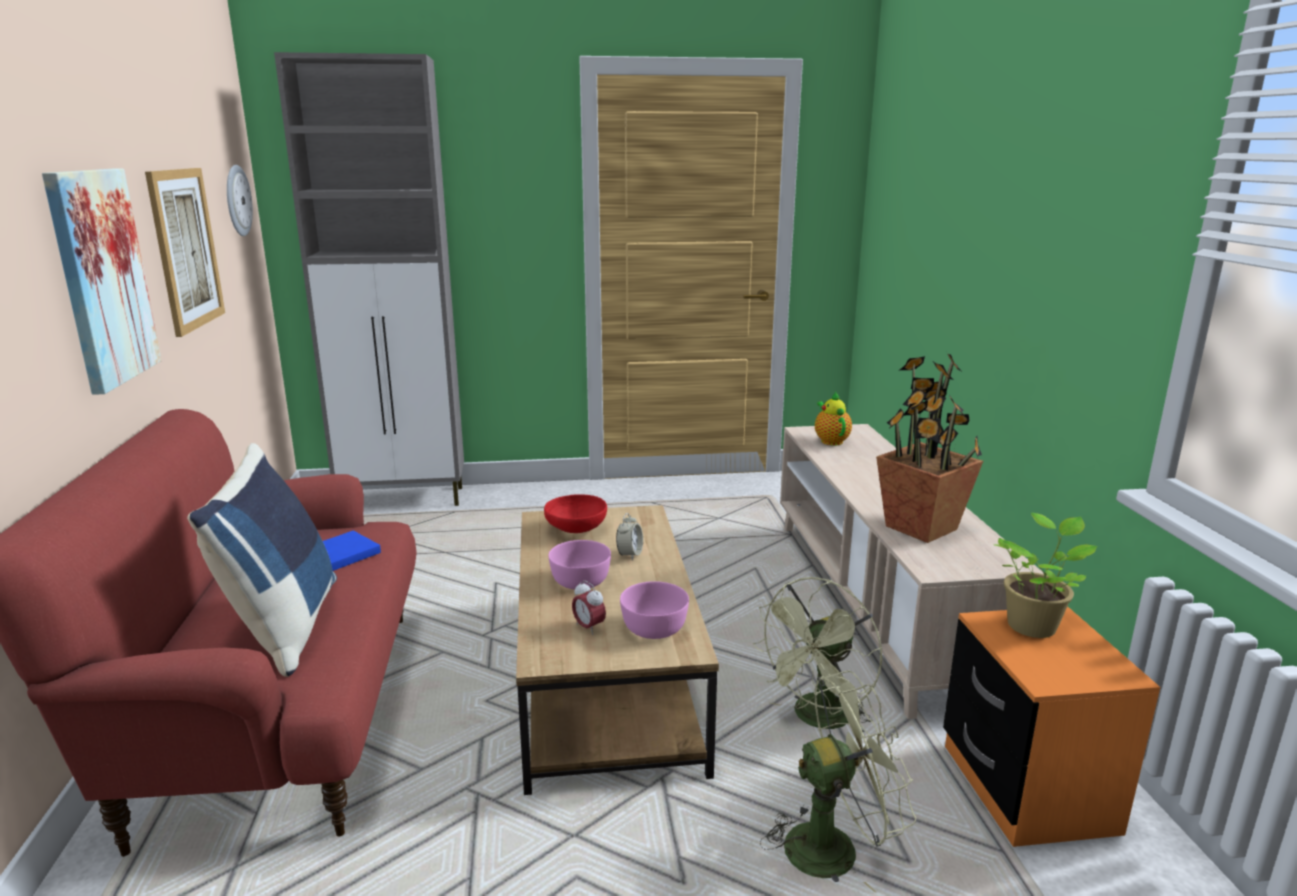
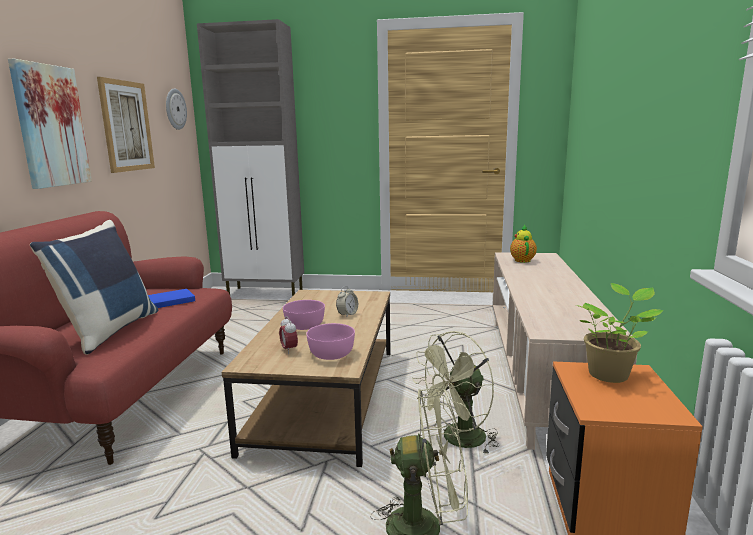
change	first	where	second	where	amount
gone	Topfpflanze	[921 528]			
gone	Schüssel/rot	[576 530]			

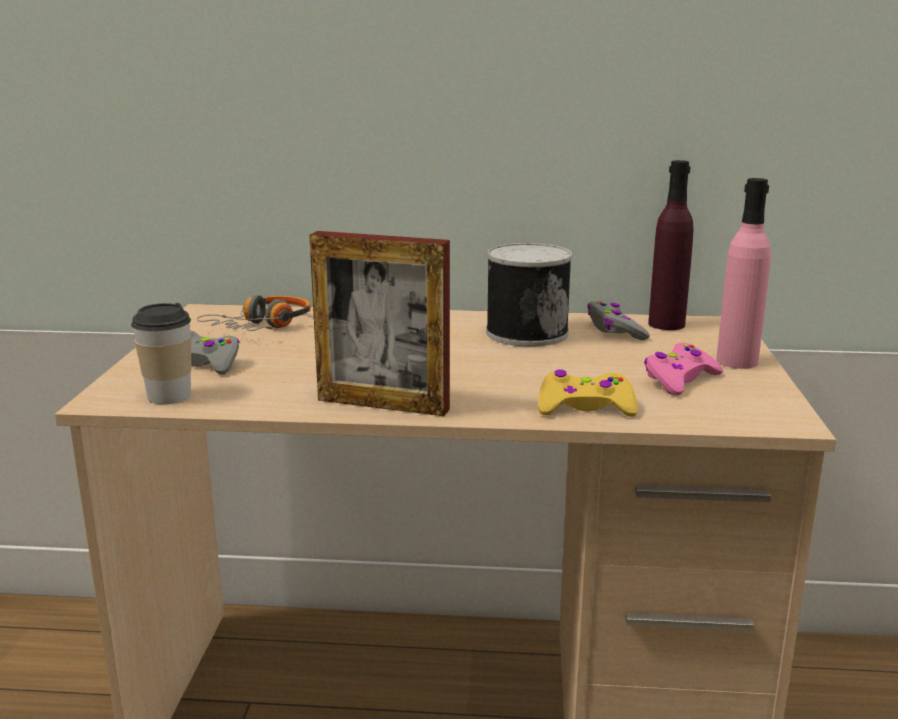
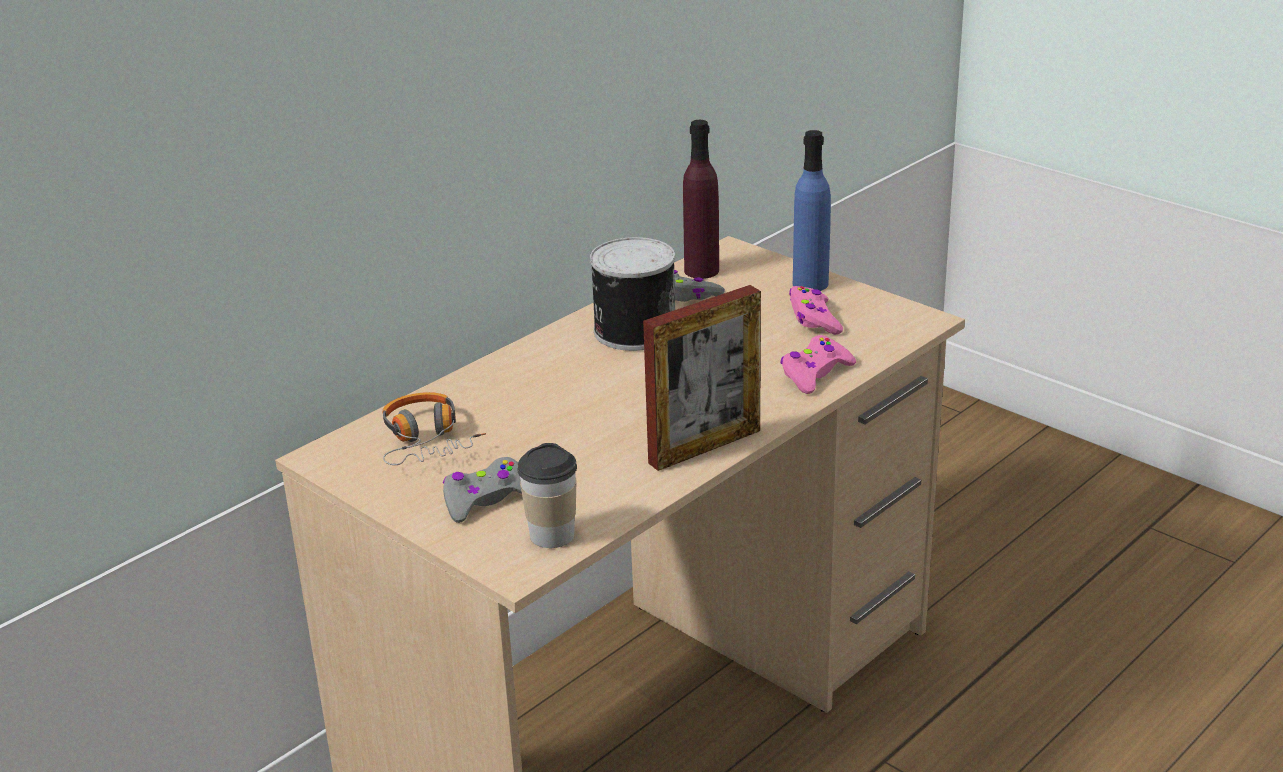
change	first	where	second	where	amount
repainted	Flasche/rosa	[737 361]	Flasche/blau	[810 284]	
repainted	Gamepad/gelb	[585 407]	Gamepad/rosa	[815 373]	

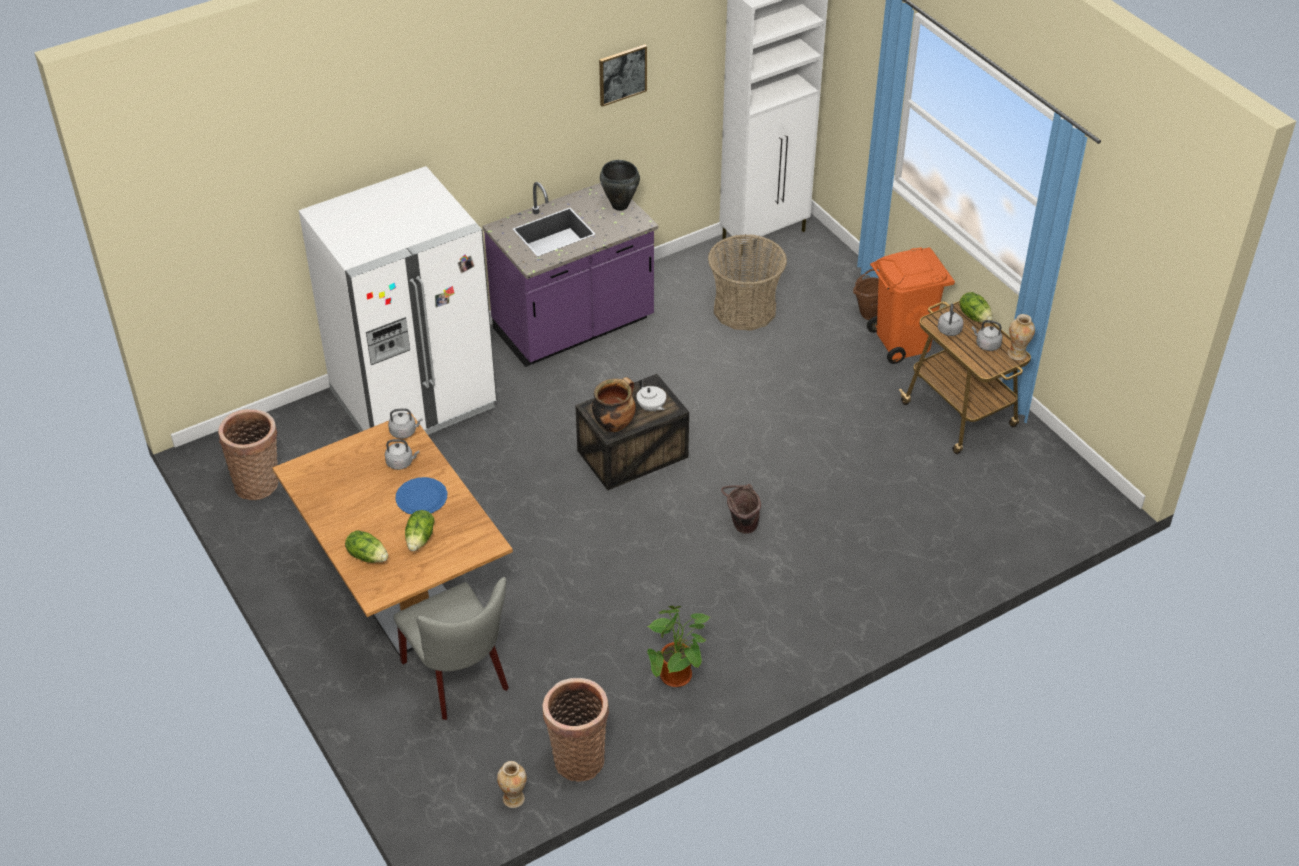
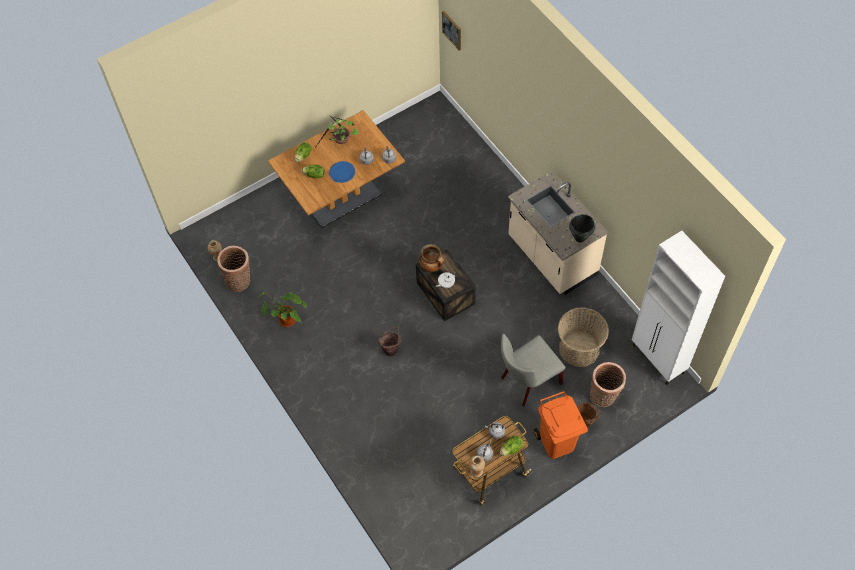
change	first	where	second	where	amount
shifted	Bild	[622 74]		[452 30]	
gone	Kühlschrank/weiß	[413 400]			
repainted	Küchenzeile/lila	[574 327]	Küchenzeile/beige	[551 257]	
shifted	Korb	[259 483]		[604 396]	
shifted	Stuhl/grau	[460 679]		[527 382]	
new			Topfpflanze	[340 141]	

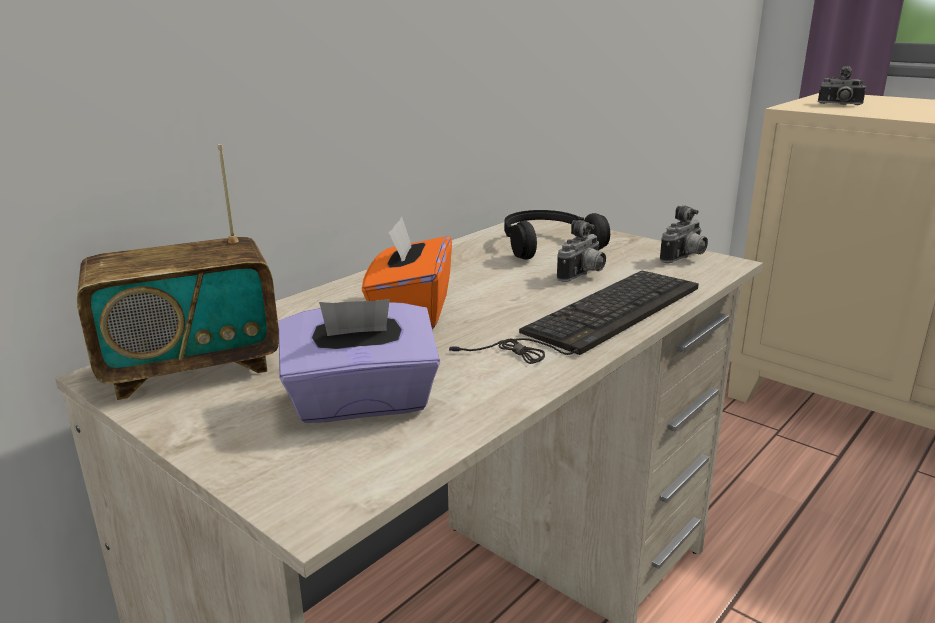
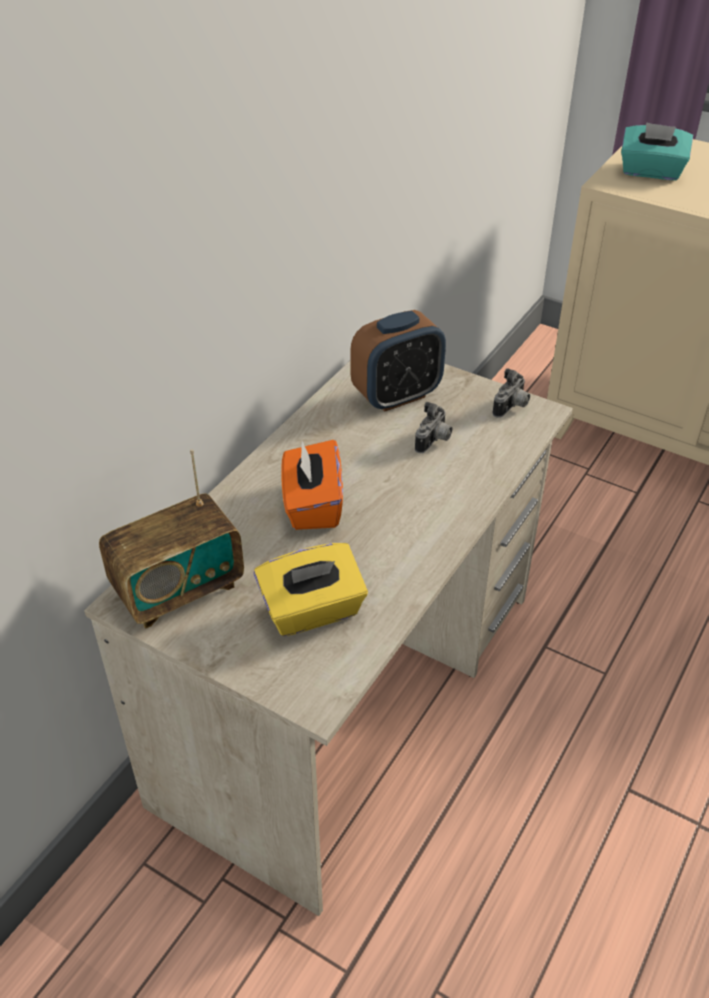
change	first	where	second	where	amount
swapped	Kamera	[839 104]	Taschentuchbox/türkis	[651 172]	
swapped	Kopfhörer/schwarz	[546 245]	Wecker	[397 396]	
gone	Tastatur	[594 317]			
repainted	Taschentuchbox/lila	[362 402]	Taschentuchbox/gelb	[312 611]	

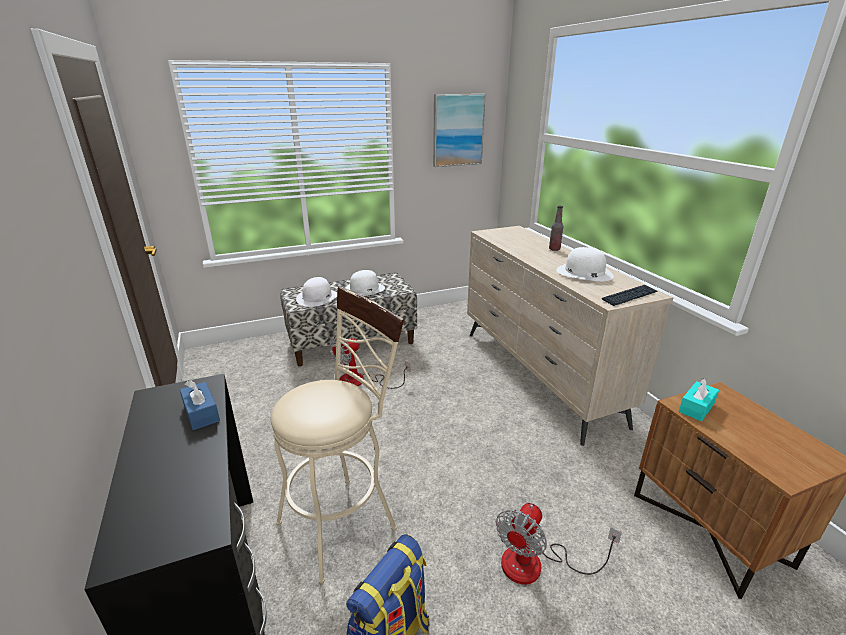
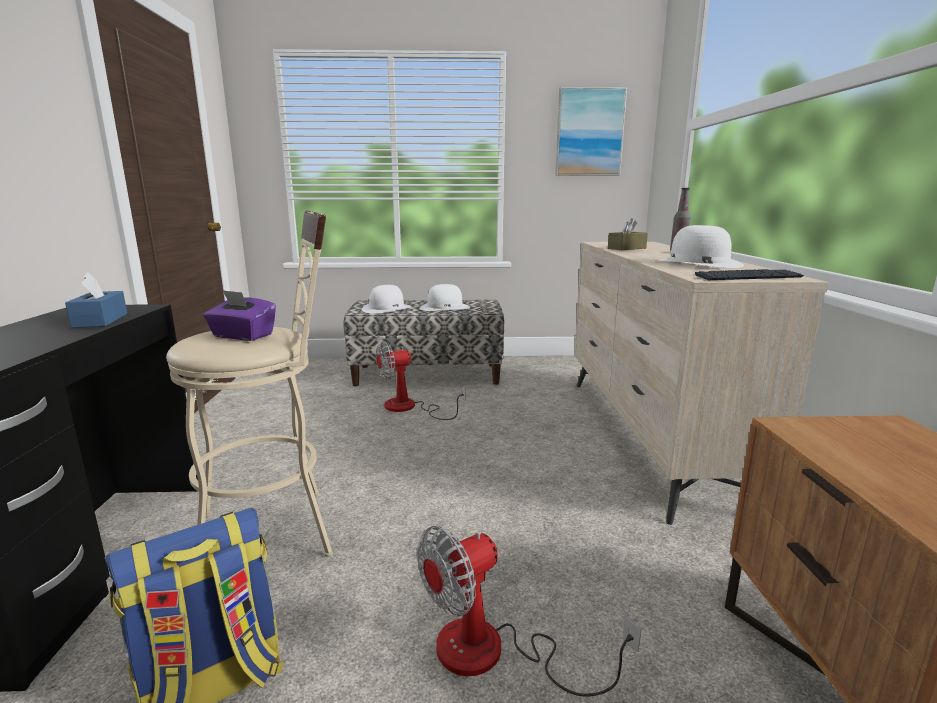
change	first	where	second	where	amount
gone	Taschentuchbox/türkis	[696 407]			
new			Taschentuchbox/braun	[626 248]	
new			Taschentuchbox/lila	[242 336]	

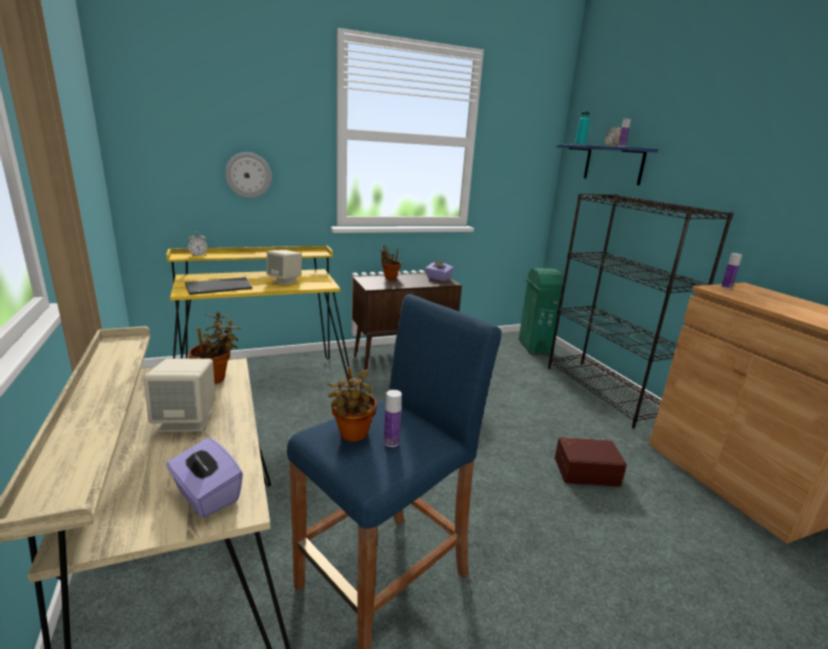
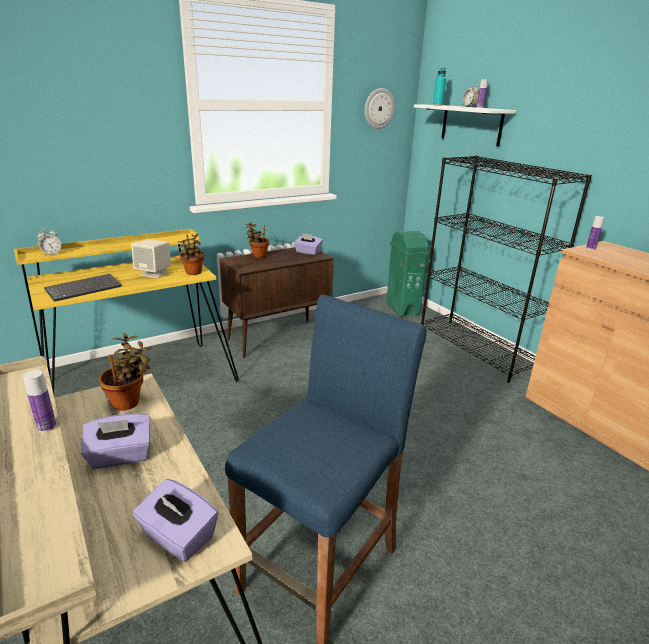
change	first	where	second	where	amount
repainted	Wandregal/blau	[613 164]	Wandregal/weiß	[471 124]	
shifted	Wanduhr	[248 175]		[379 108]	
swapped	Lautsprecher/beige	[187 421]	Taschentuchbox/lila	[120 456]	
shifted	Topfpflanze	[352 436]		[193 273]	
shifted	Flasche	[391 442]		[46 427]	
gone	Aufbewahrungsbox/braun	[586 470]			

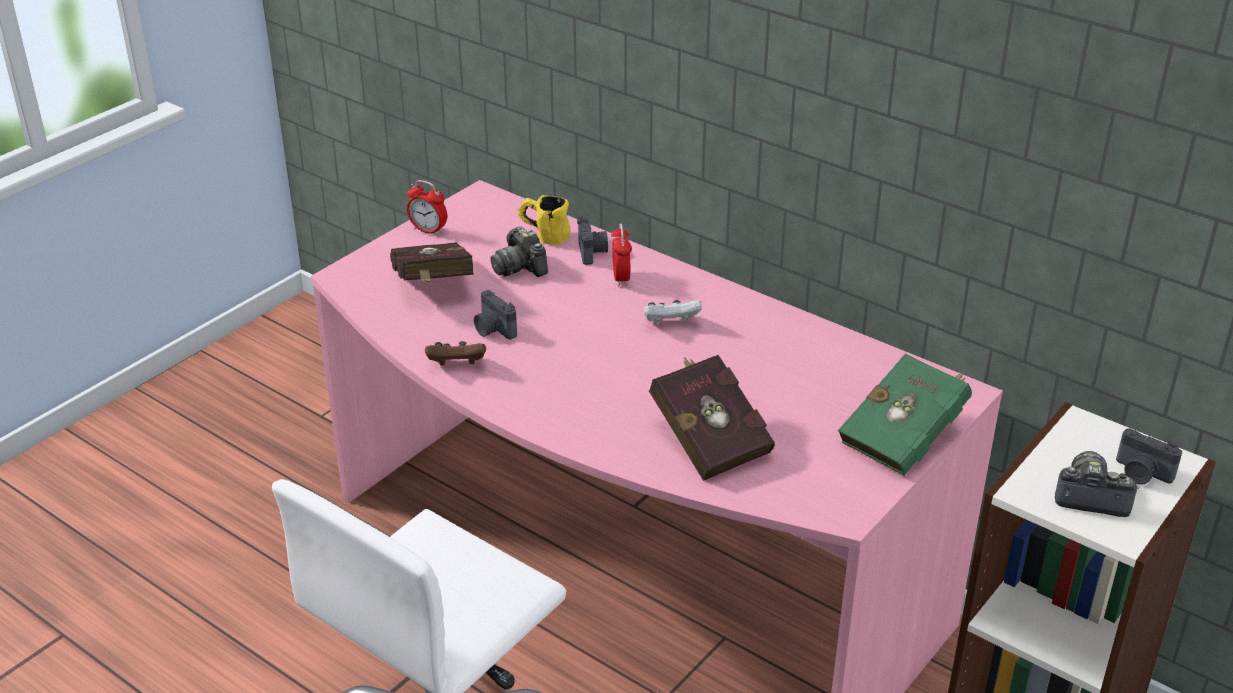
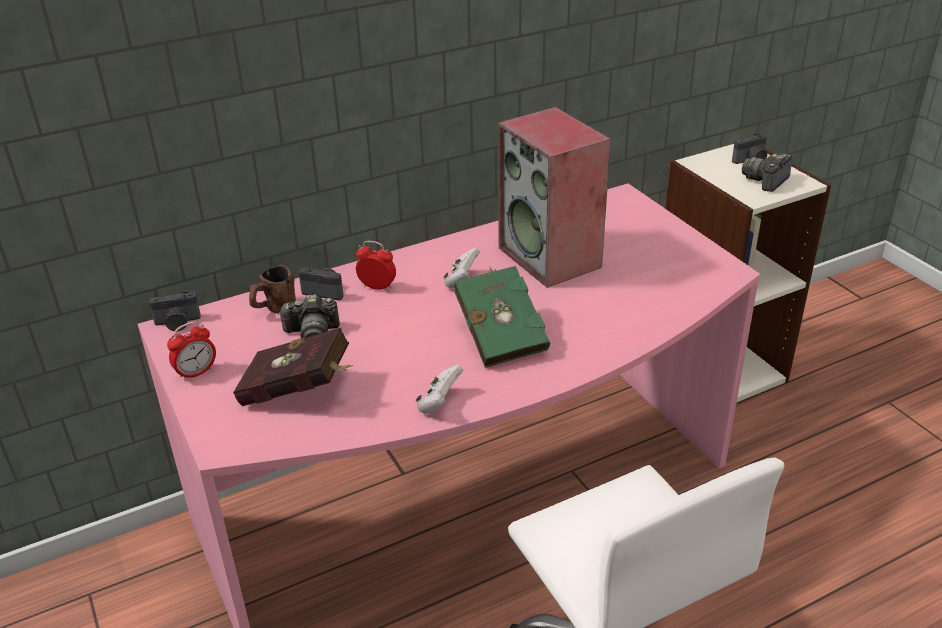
change	first	where	second	where	amount
repainted	Henkelbecher/gelb	[543 235]	Henkelbecher/braun	[273 309]	
shifted	Kamera	[493 329]		[177 323]	
repainted	Gamepad/braun	[457 365]	Gamepad/weiß	[439 403]	
shifted	Buch/grün	[906 437]		[500 334]	
gone	Buch/rot	[708 438]			
new			Lautsprecher	[551 257]	

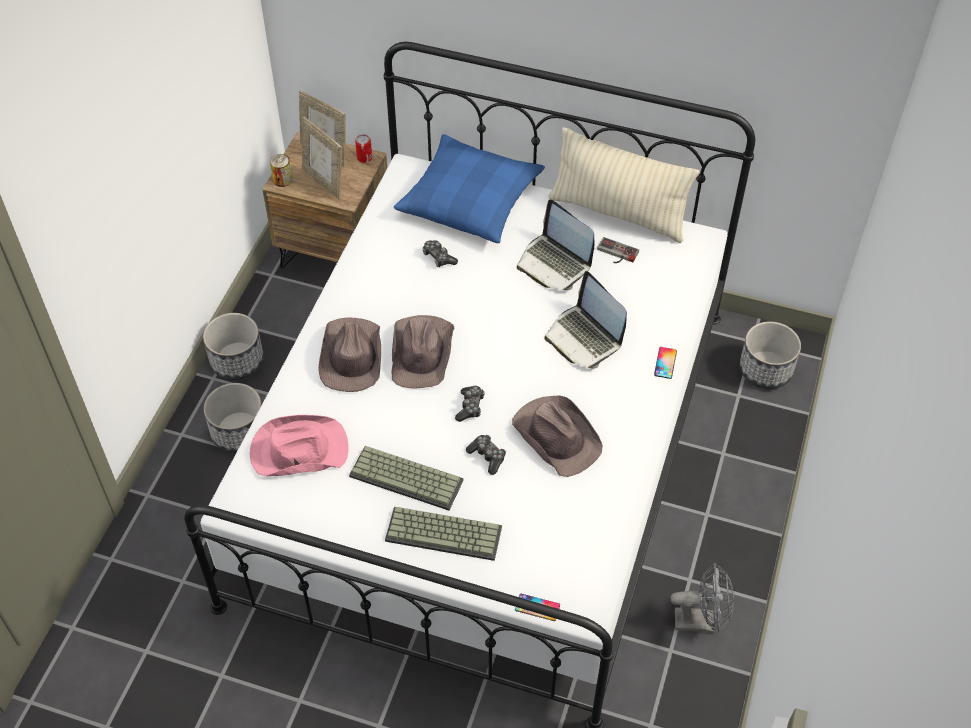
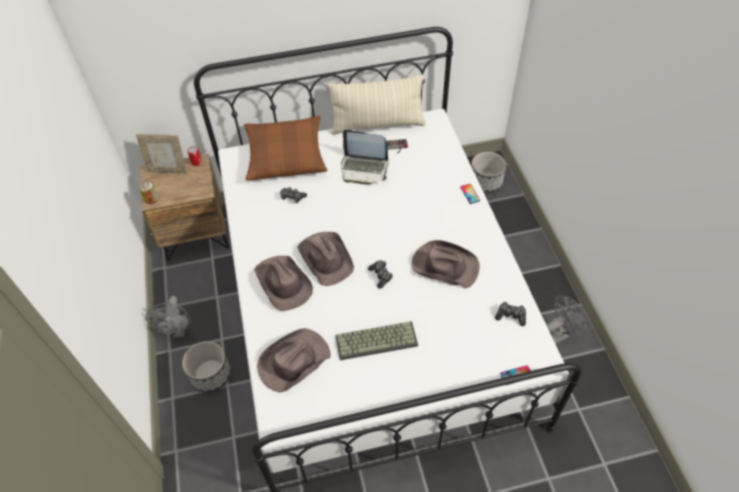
change	first	where	second	where	amount
gone	Bilderrahmen	[324 181]			
repainted	Kissen/blau	[470 199]	Kissen/braun	[285 155]	
gone	Laptop	[584 338]			
swapped	Pflanzkübel	[237 361]	Ventilator/grau	[178 331]	
repainted	Hut/rosa	[298 450]	Hut/braun	[293 361]	
shifted	Gamepad	[487 456]		[511 316]	
gone	Tastatur	[445 532]			

